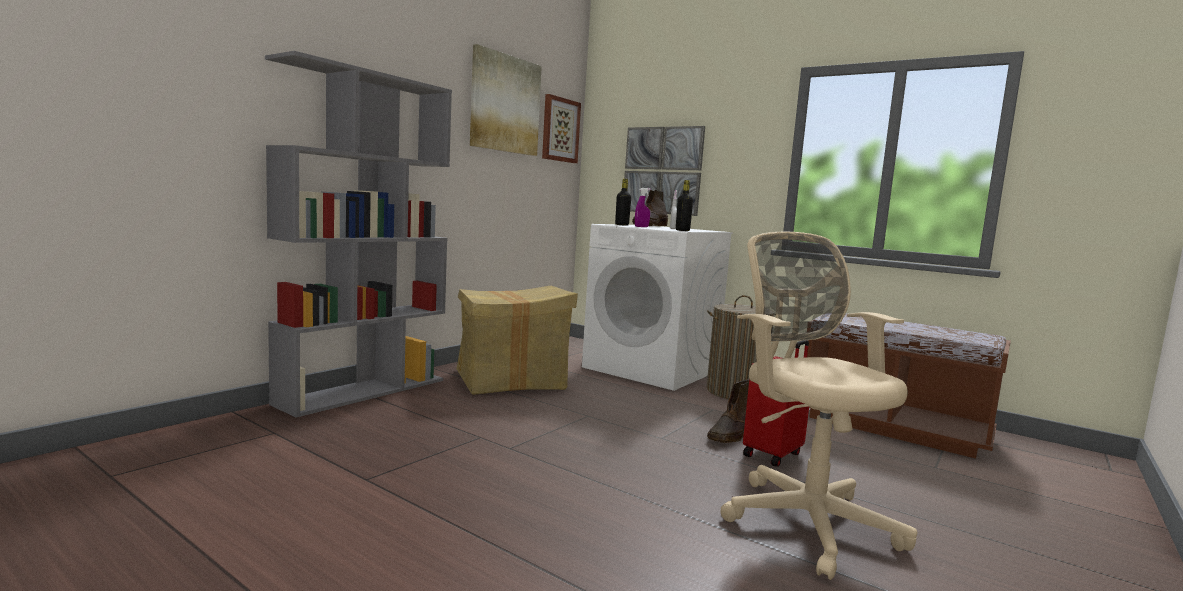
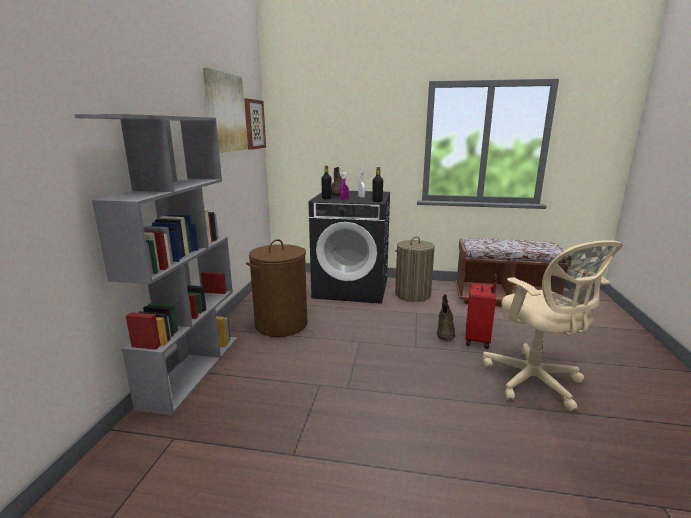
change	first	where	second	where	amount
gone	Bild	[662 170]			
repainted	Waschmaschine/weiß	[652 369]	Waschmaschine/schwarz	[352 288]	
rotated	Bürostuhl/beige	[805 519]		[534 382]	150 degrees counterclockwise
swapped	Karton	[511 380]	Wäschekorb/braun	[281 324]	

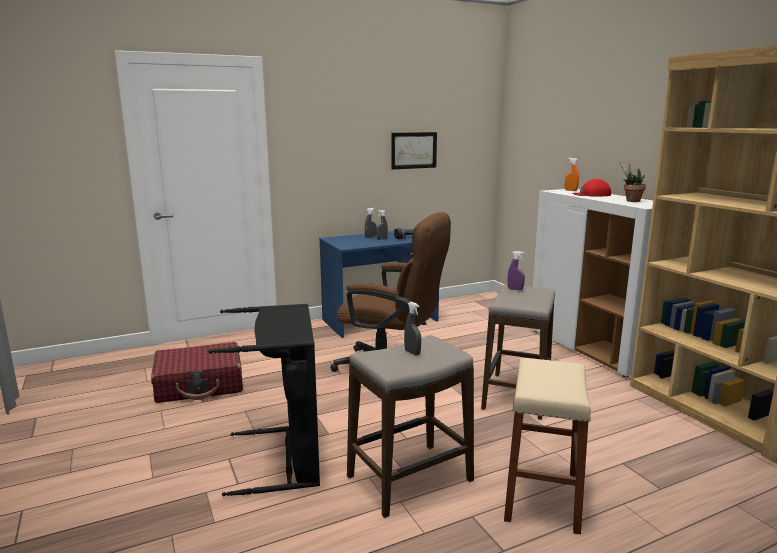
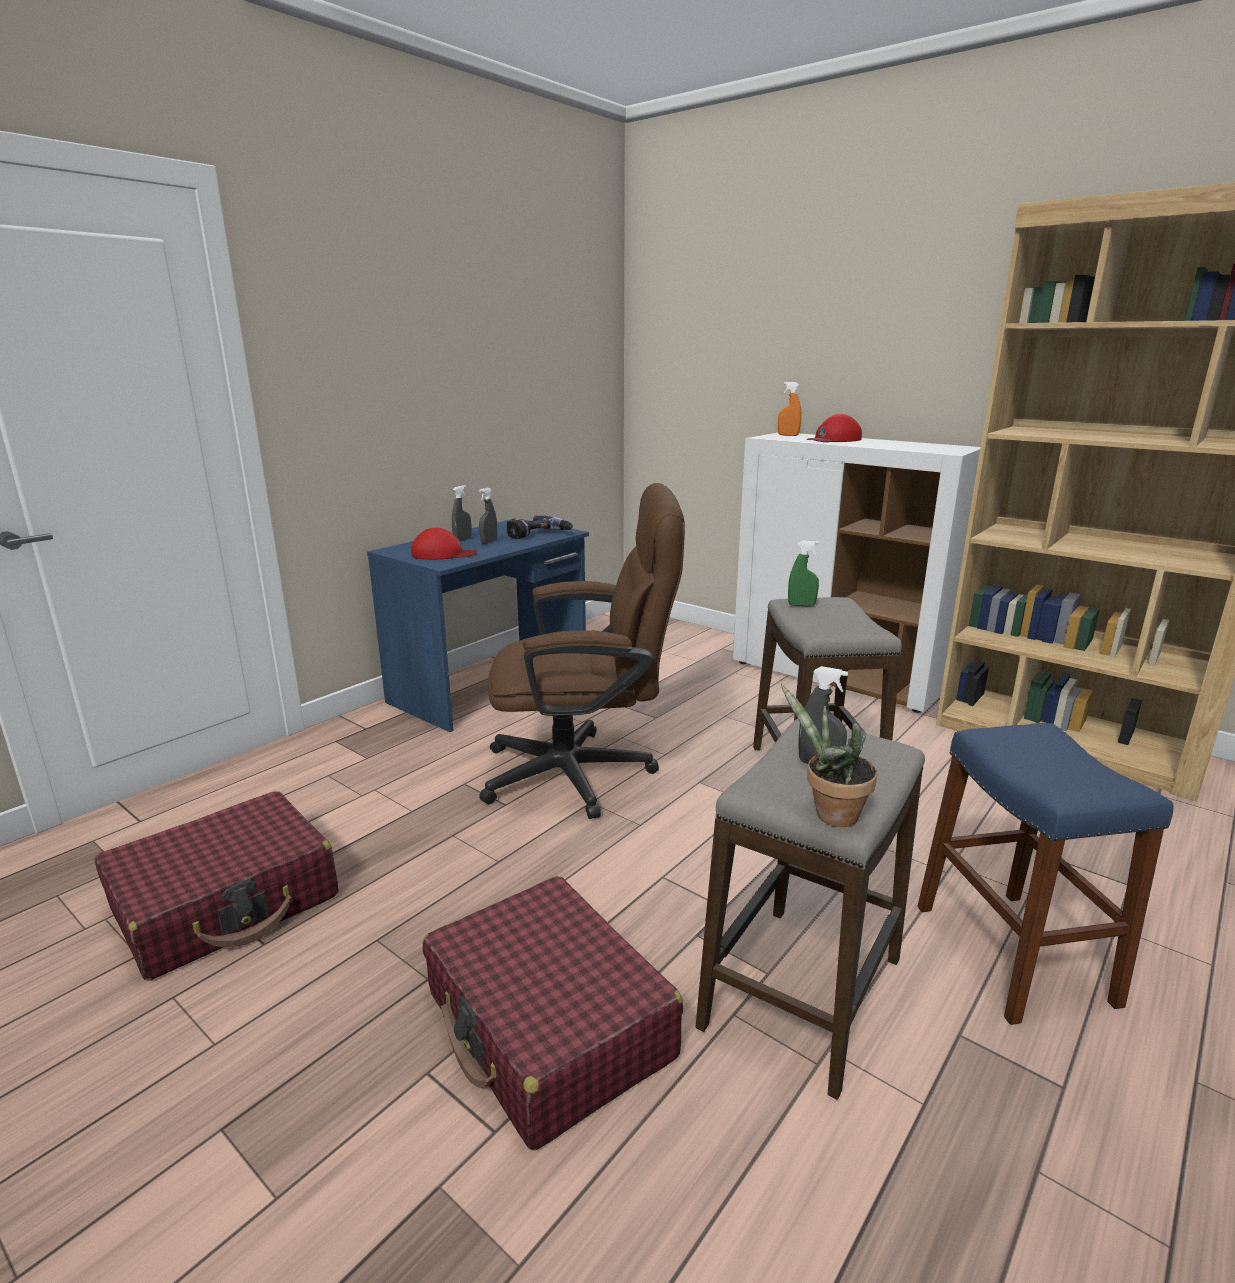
change	first	where	second	where	amount
gone	Bild	[414 150]			
shifted	Topfpflanze	[630 201]		[829 814]	
repainted	Sprühflasche/lila	[515 289]	Sprühflasche/grün	[801 605]	
swapped	Wäschekorb/schwarz	[287 458]	Koffer/rot	[549 1026]	
repainted	Hocker/beige	[542 496]	Hocker/blau	[1012 953]	
new			Kappe/rot	[443 554]	

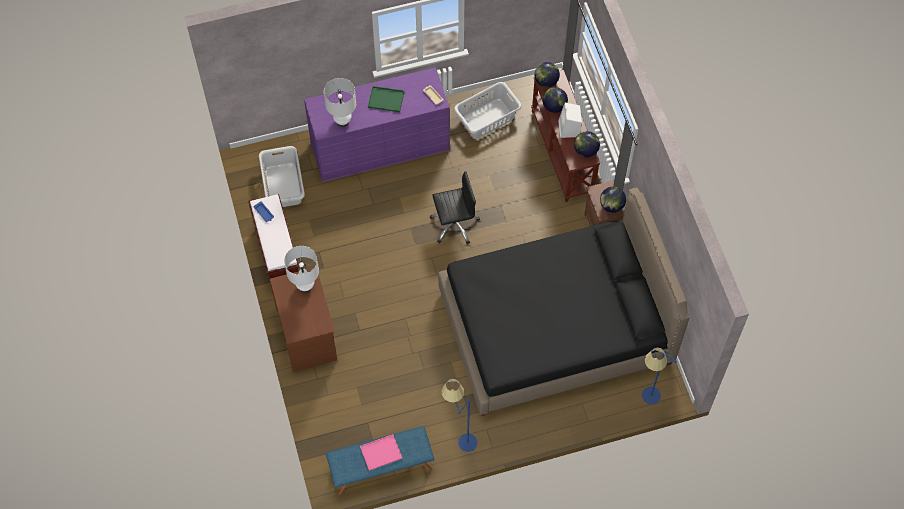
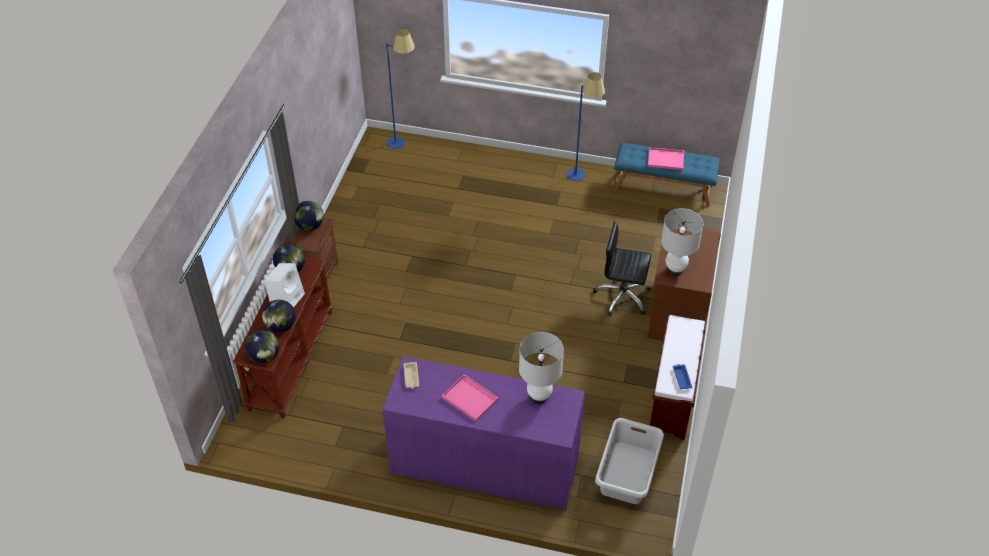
change	first	where	second	where	amount
gone	Wäschekorb/grau	[487 119]			
repainted	Tablett/grün	[386 99]	Tablett/rosa	[469 398]	
shifted	Bürostuhl/schwarz	[454 224]		[622 297]	
gone	Bett/schwarz	[555 327]			

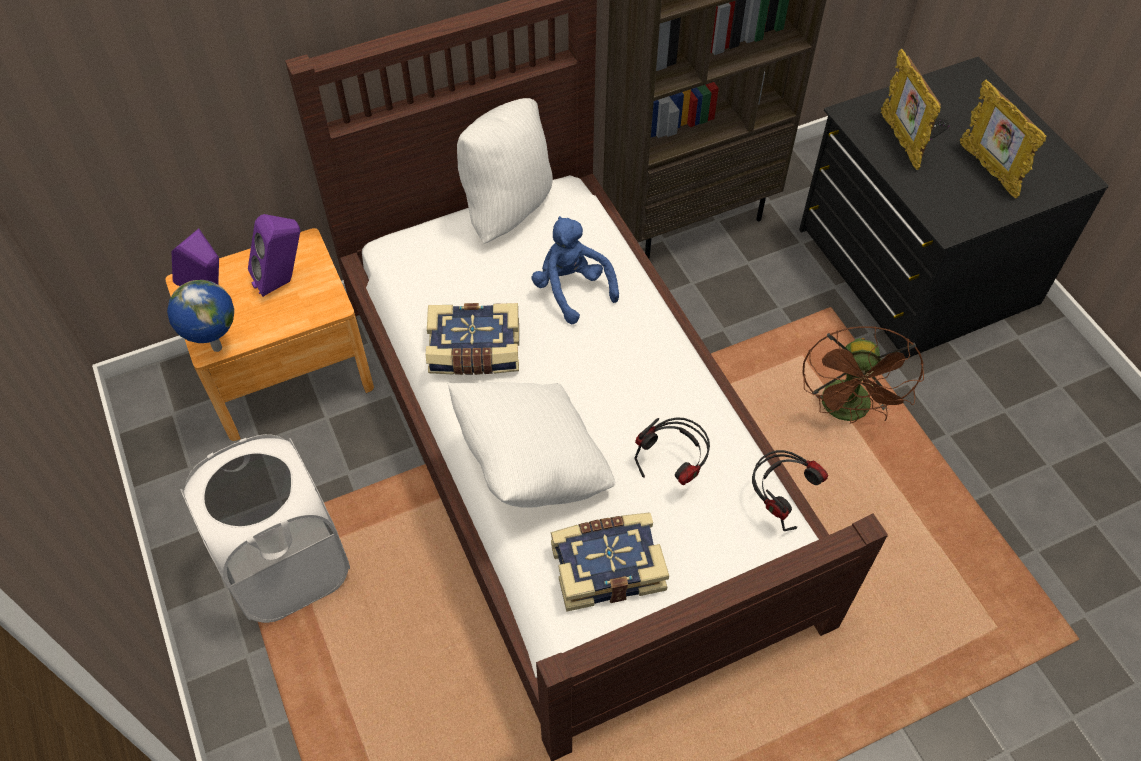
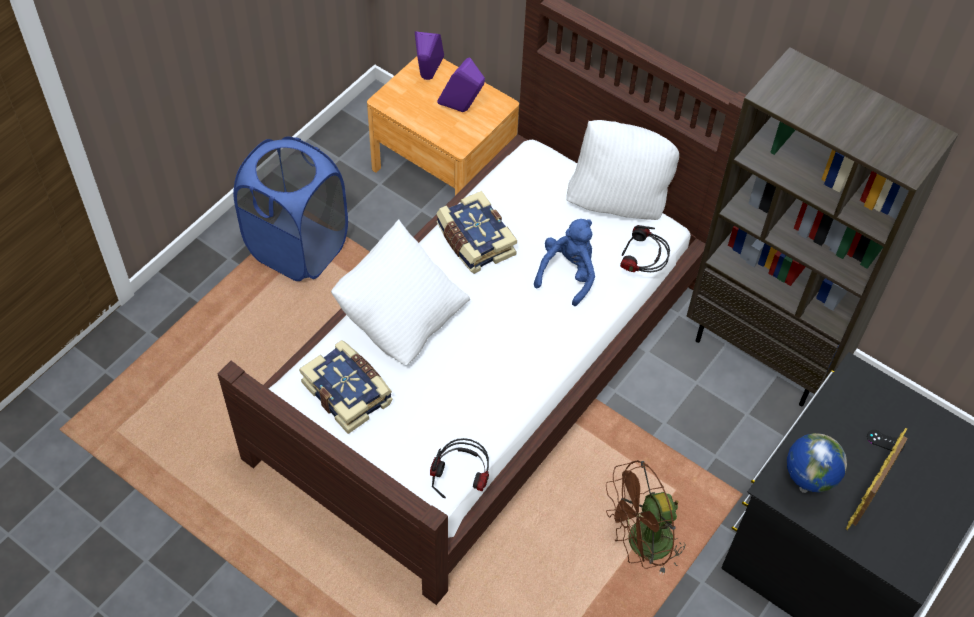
change	first	where	second	where	amount
gone	Bilderrahmen	[900 141]			
shifted	Globus	[216 348]		[802 488]	
shifted	Kopfhörer	[673 466]		[641 268]	
repainted	Wäschekorb/weiß	[288 568]	Wäschekorb/blau	[298 248]	

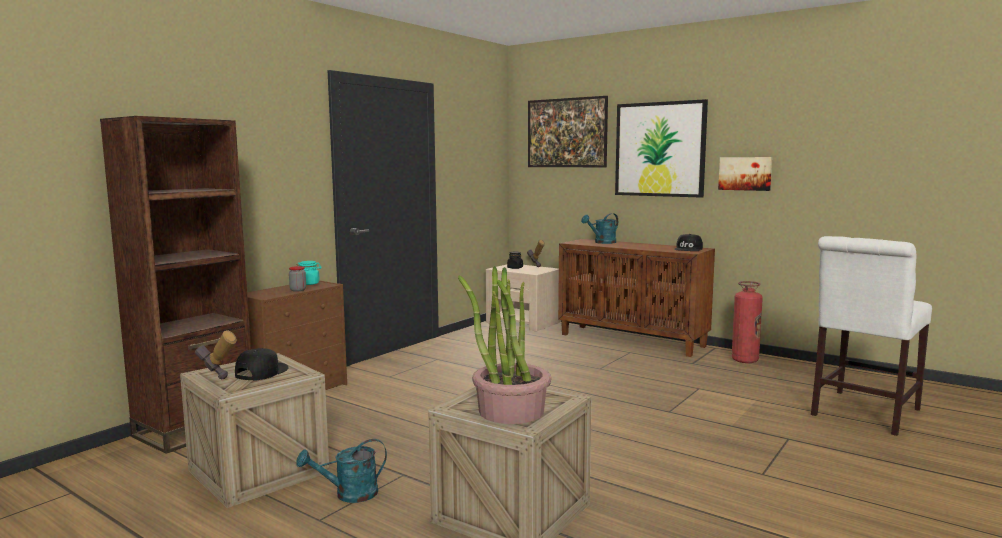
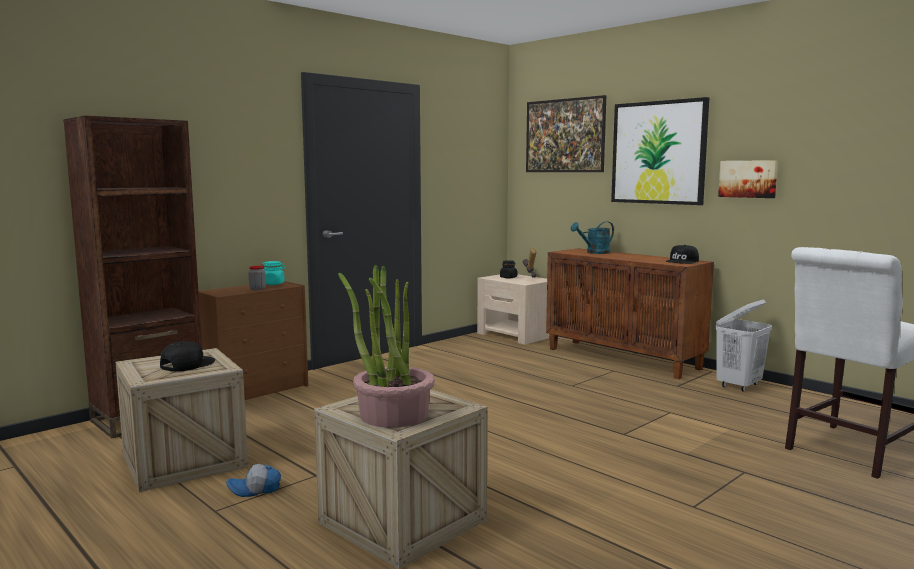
change	first	where	second	where	amount
swapped	Feuerlöscher	[745 360]	Wäschekorb/weiß	[739 386]	
gone	Hammer	[218 387]			
swapped	Gießkanne/türkis	[349 495]	Kappe	[254 490]	

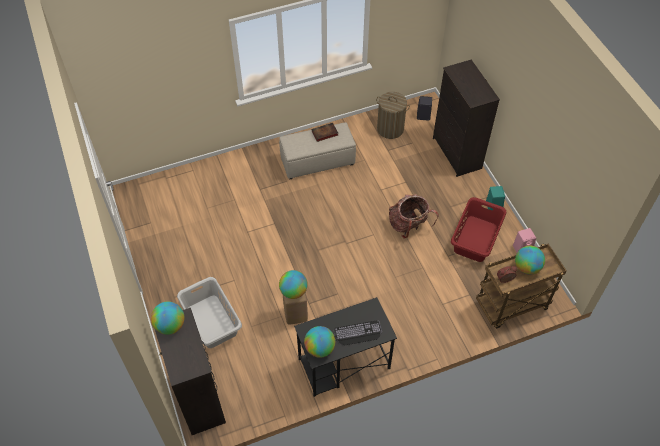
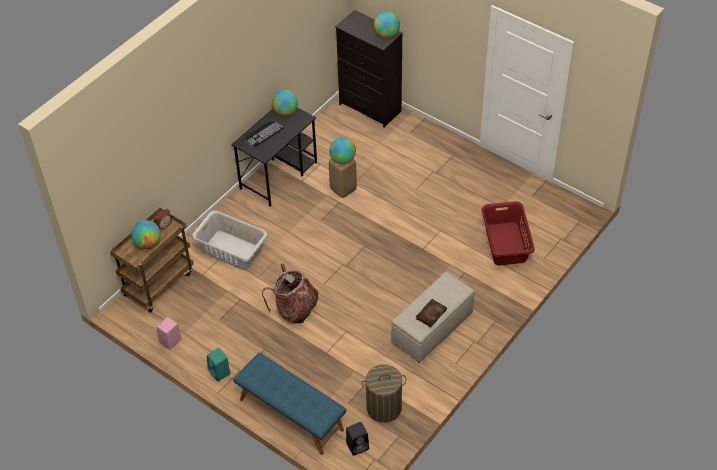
change	first	where	second	where	amount
swapped	Kommode/schwarz	[456 153]	Bank/blau	[291 415]	
shifted	Wäschekorb/rot	[475 239]		[506 243]	
shifted	Wäschekorb/grau	[211 322]		[232 250]	

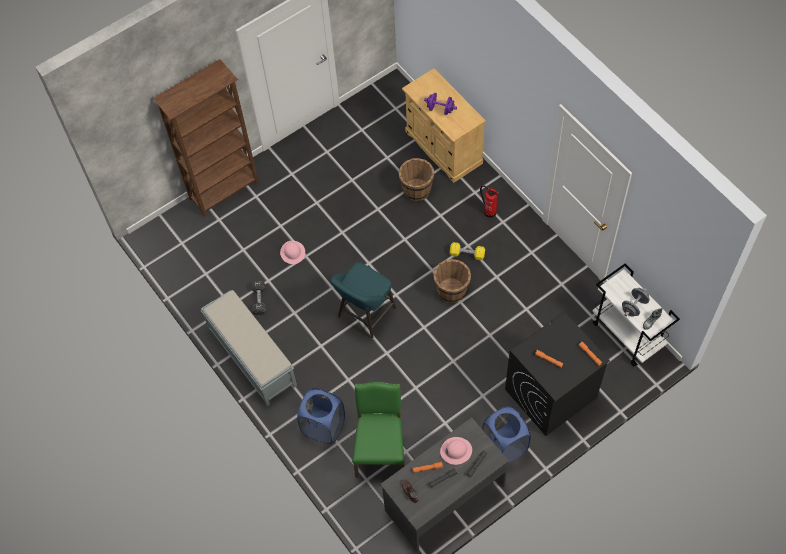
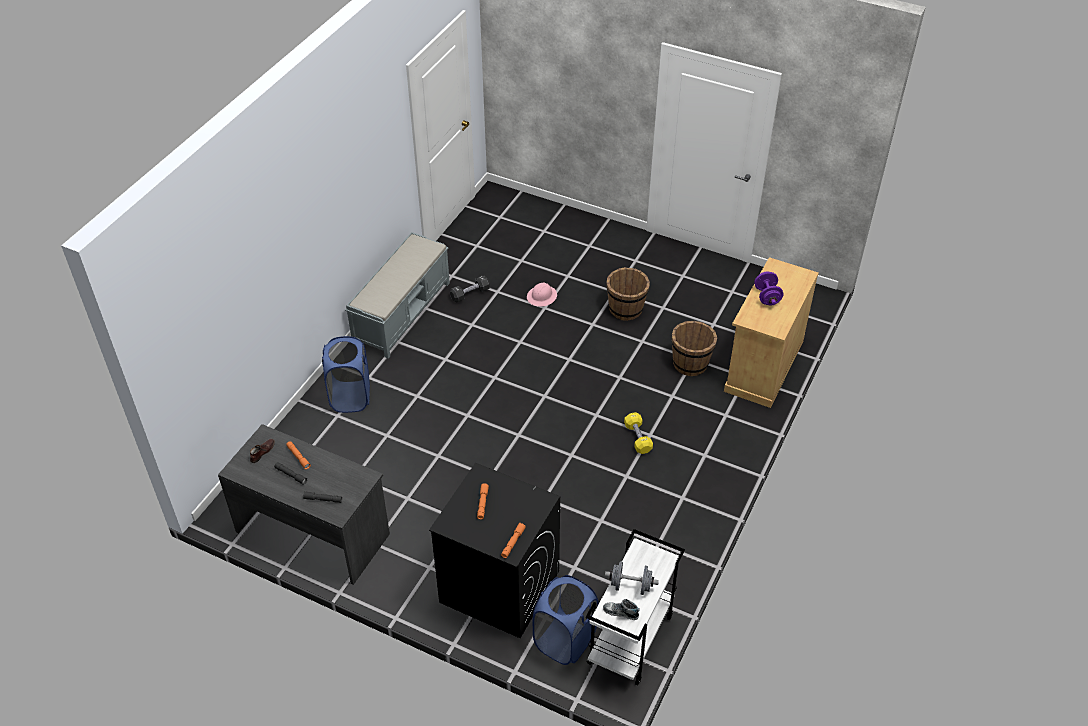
change	first	where	second	where	amount
gone	Bücherregal/braun	[225 190]			
gone	Feuerlöscher	[489 211]			
shifted	Eimer/braun	[451 290]		[626 309]	
gone	Hocker/türkis	[364 315]			
gone	Stuhl/grün	[380 450]			
shifted	Wäschekorb/blau	[504 446]		[565 640]	
gone	Schutzhelm/rosa	[456 451]			

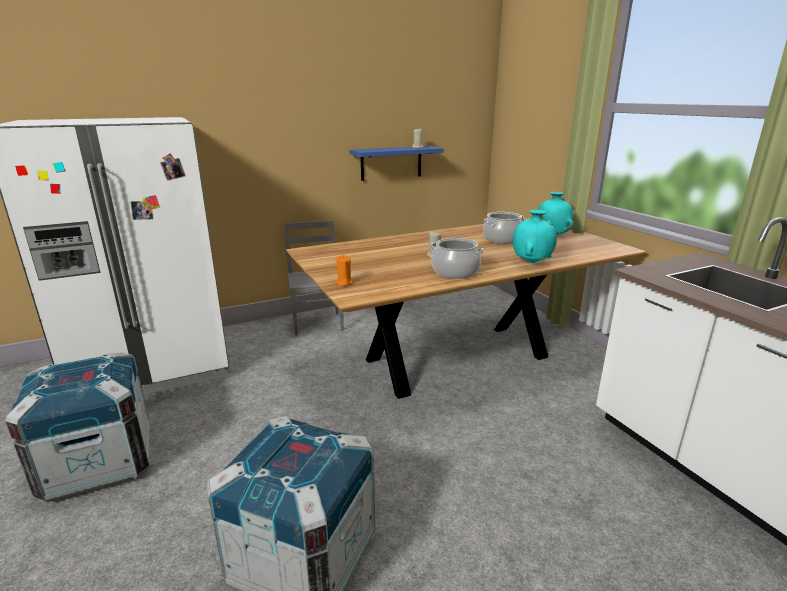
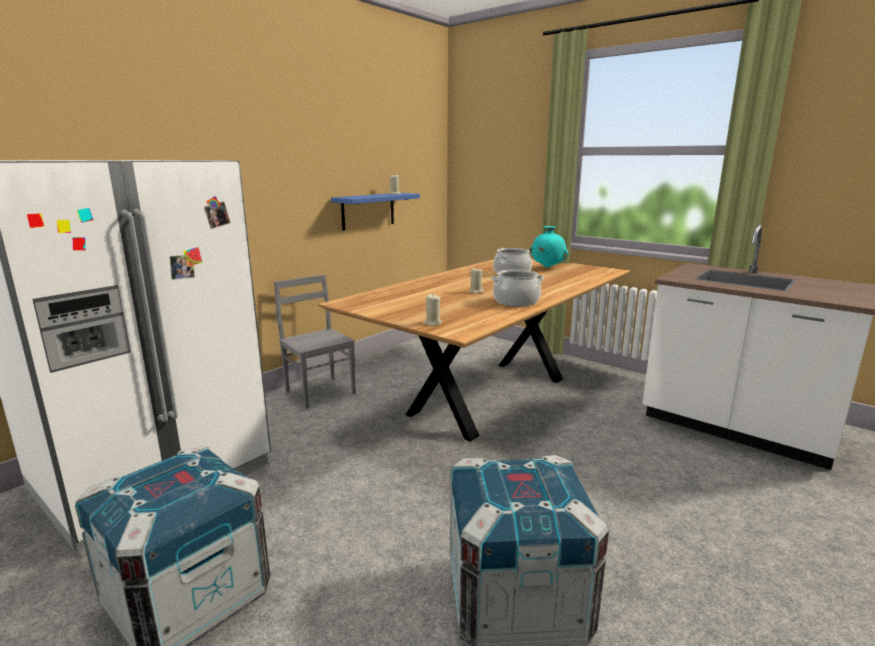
change	first	where	second	where	amount
gone	Vase/türkis	[531 262]			
repainted	Kerze/orange	[344 283]	Kerze/beige	[432 323]	

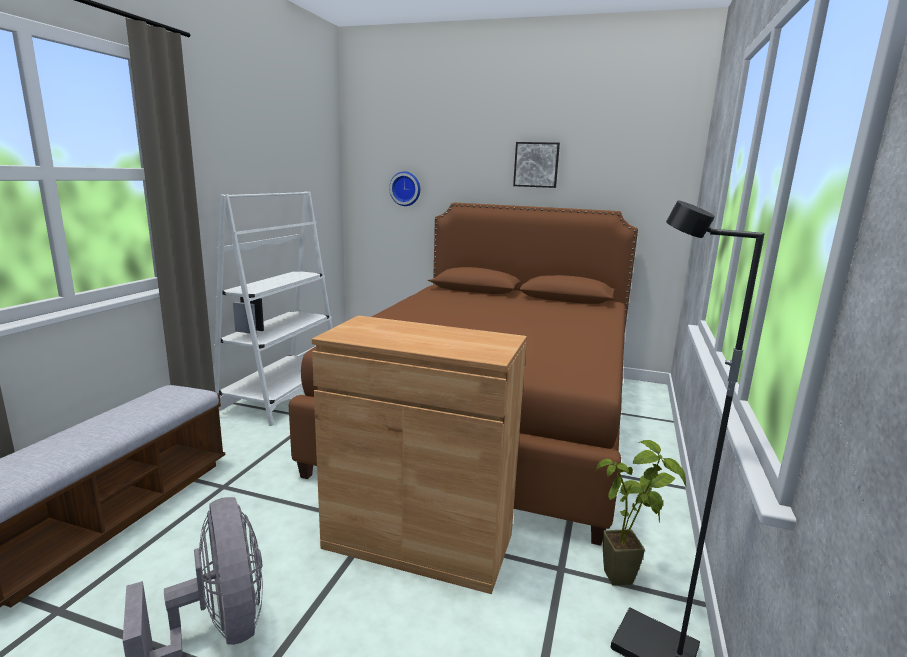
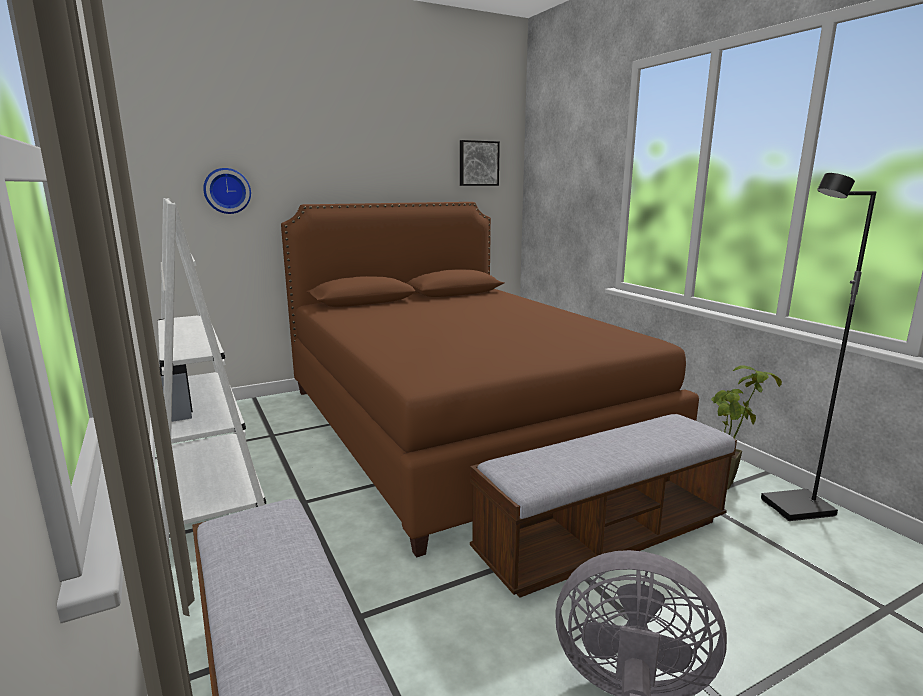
change	first	where	second	where	amount
shifted	Bild	[536 165]		[478 163]	
swapped	Schrank/braun	[418 541]	Bank	[603 538]	

